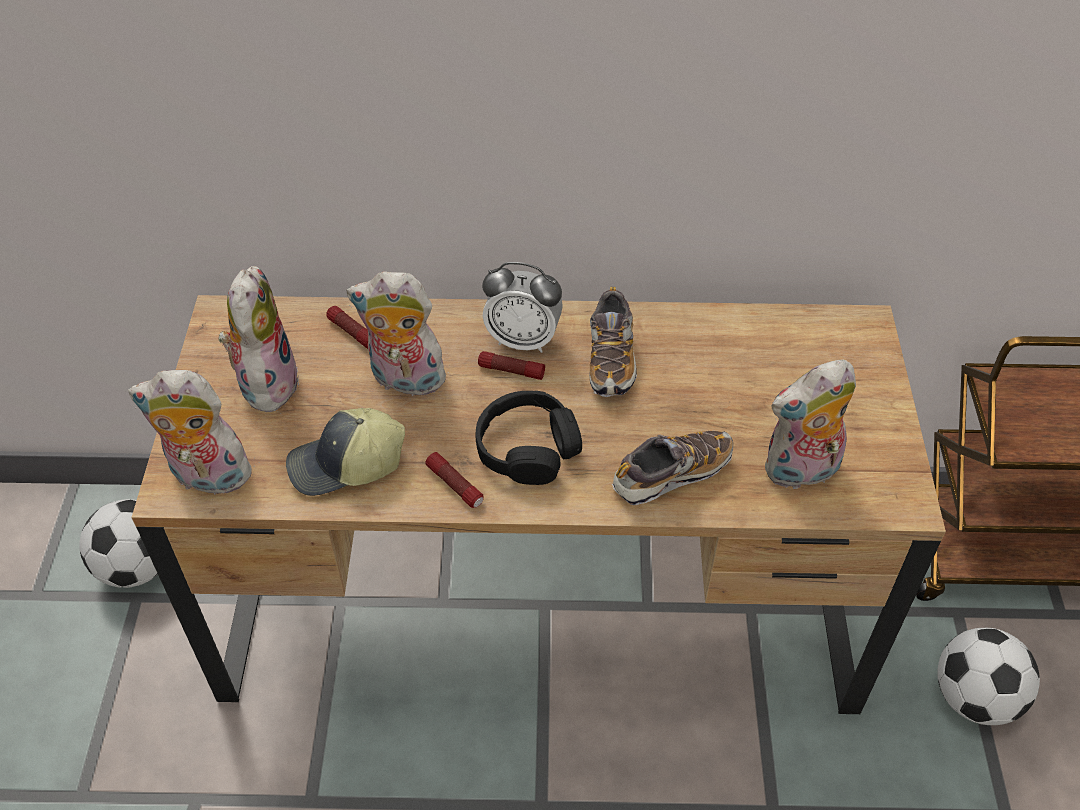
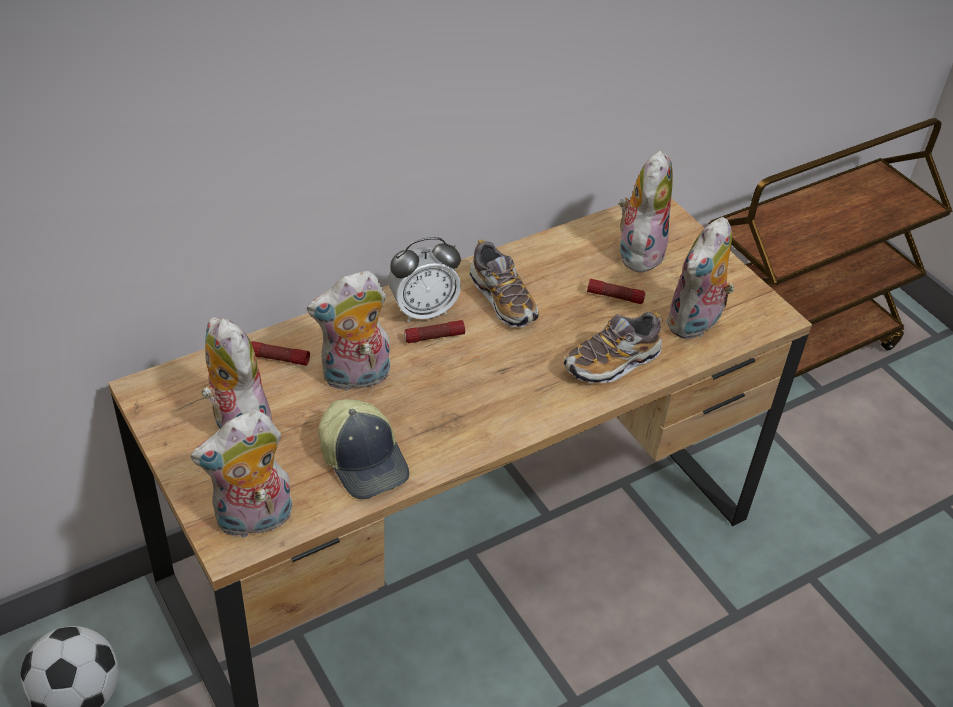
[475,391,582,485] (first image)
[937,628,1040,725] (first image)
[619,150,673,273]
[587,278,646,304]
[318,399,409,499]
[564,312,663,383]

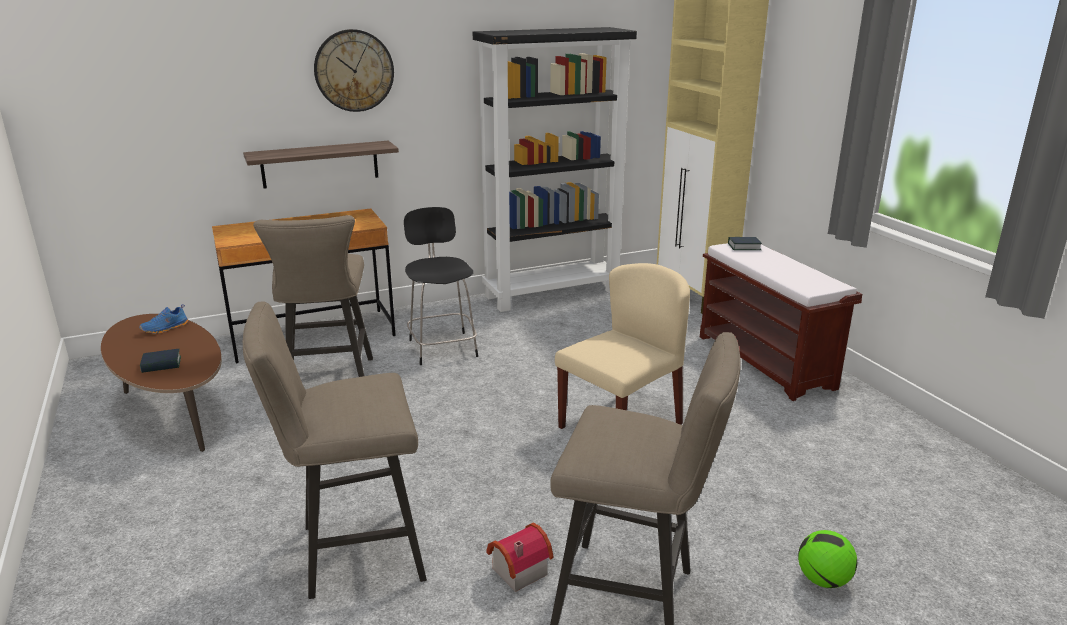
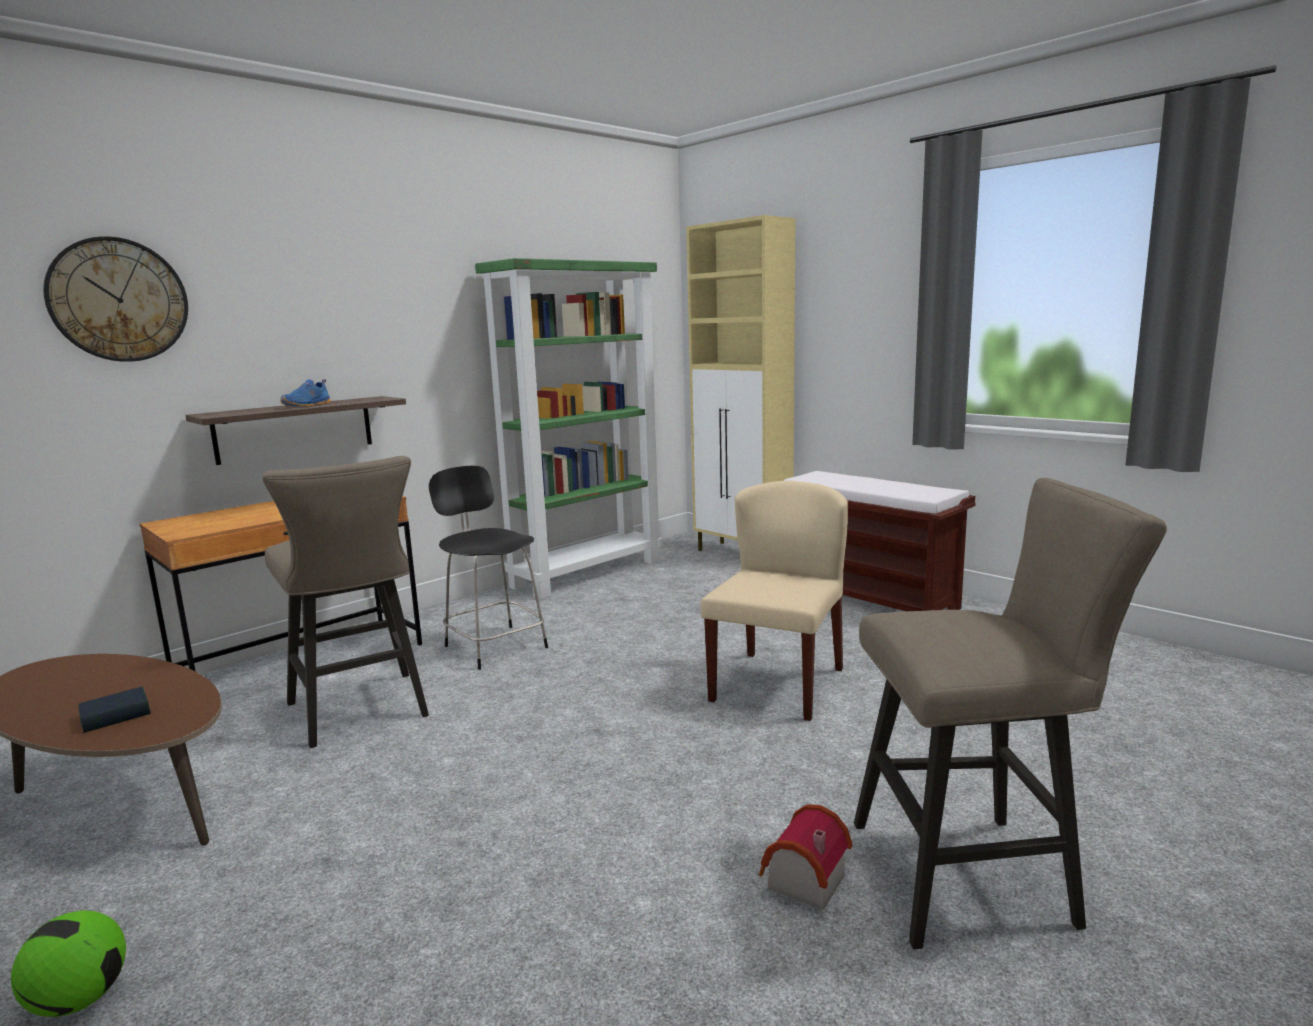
[243,302,427,599] (first image)
[728,237,762,250] (first image)
[281,379,331,406]
[43,236,188,362]
[11,911,126,1017]
[475,258,663,600]

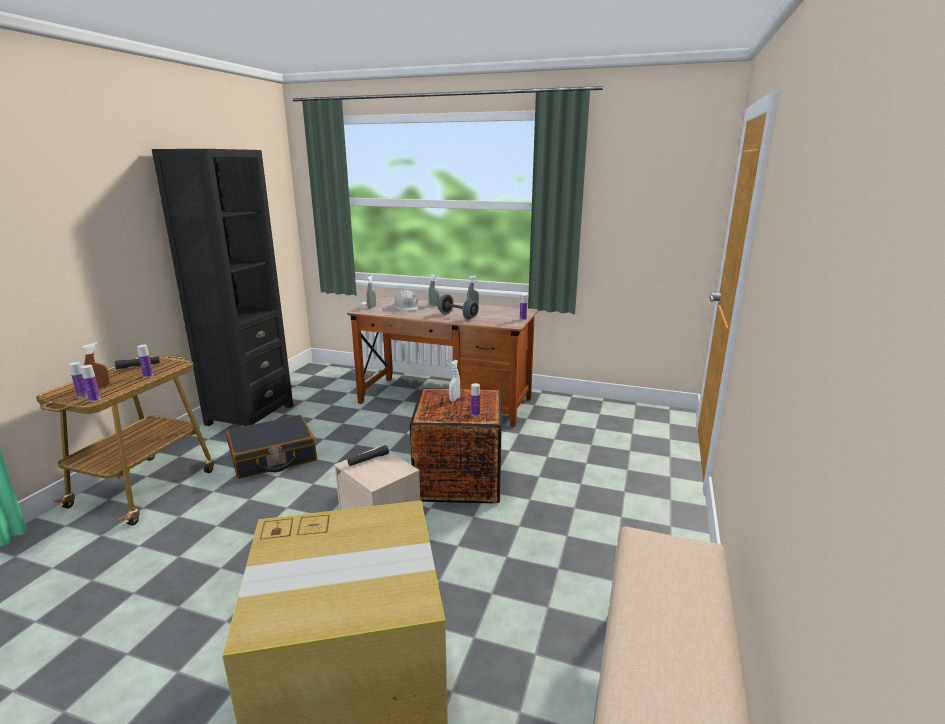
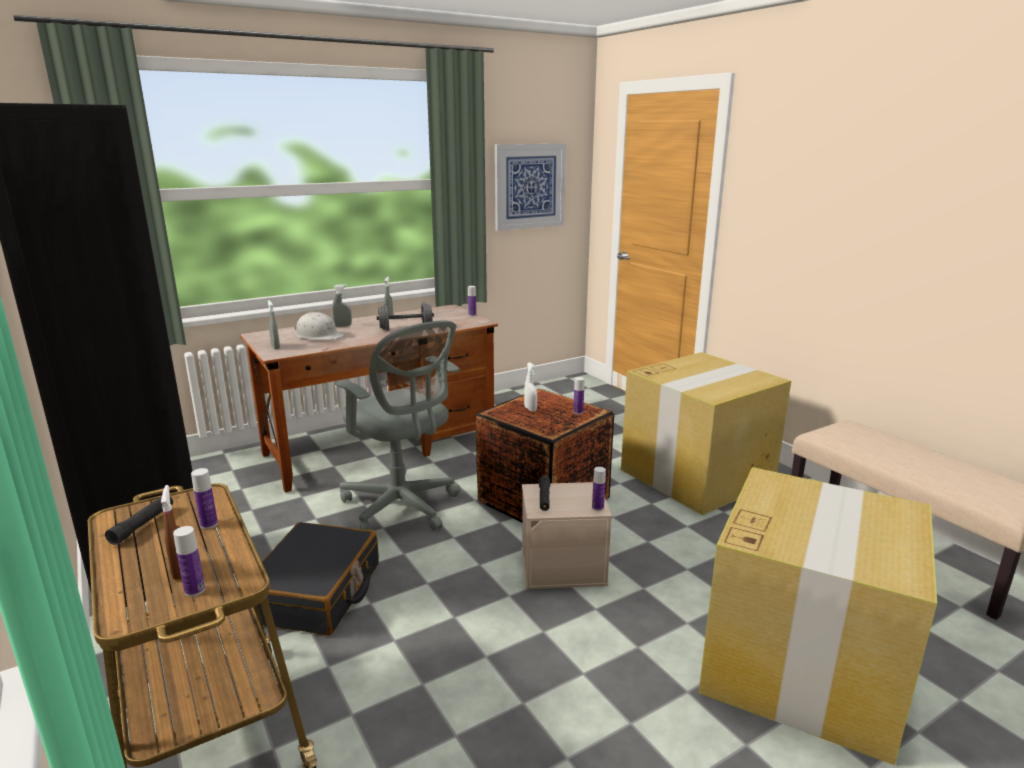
[334,320,461,531]
[495,144,566,231]
[621,352,791,515]
[592,467,606,511]

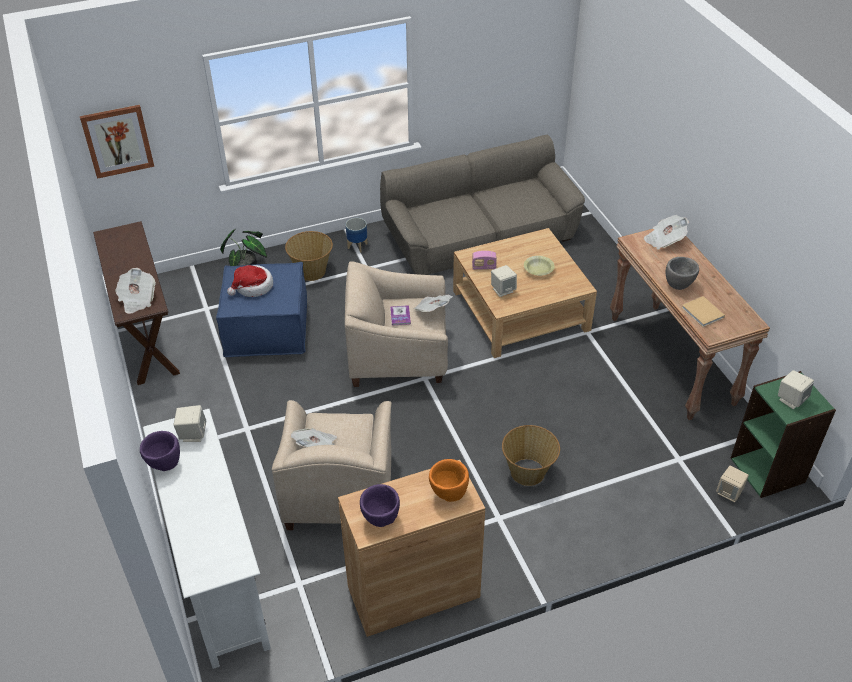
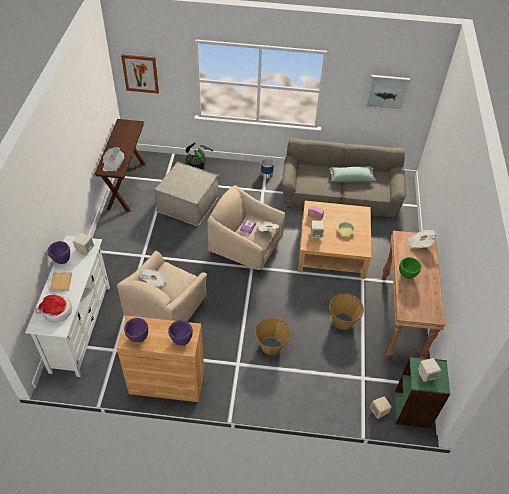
[329,166,376,182]
[365,75,410,111]
[35,295,72,323]
[329,294,364,330]
[50,272,72,291]
[154,162,219,226]
[168,320,193,346]
[399,257,422,279]

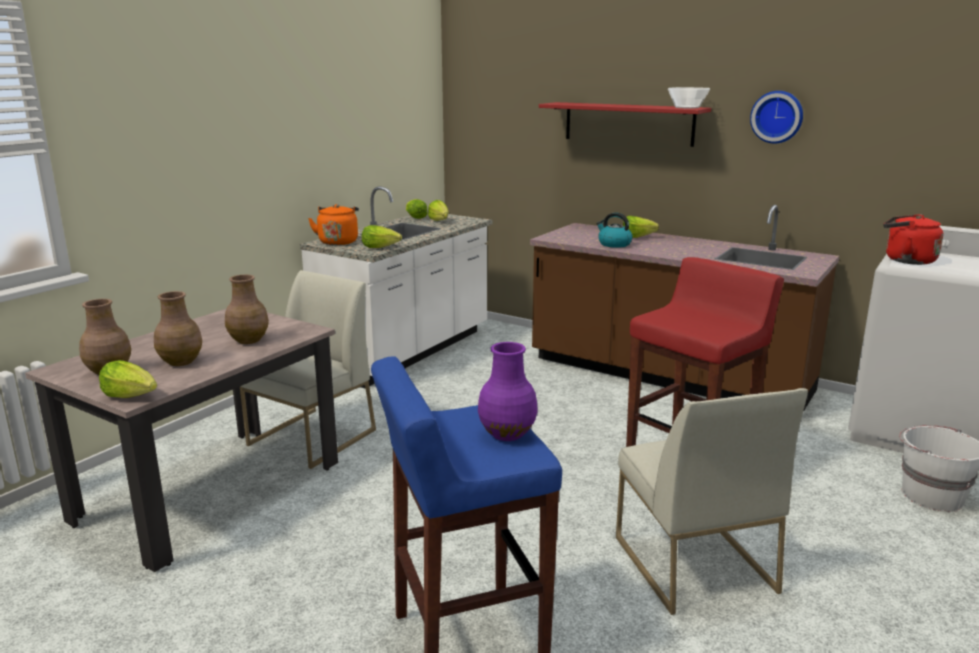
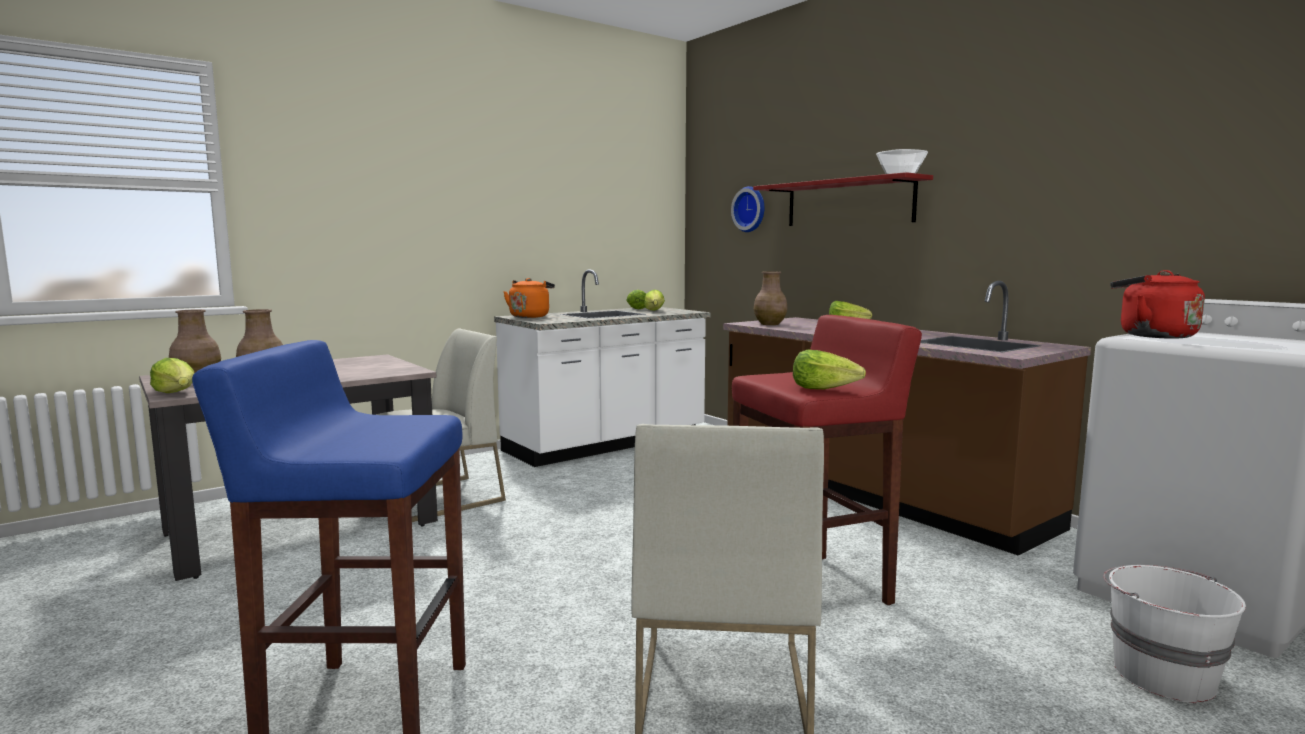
[478,342,538,441] (first image)
[596,212,633,248] (first image)
[754,271,788,325]
[793,350,866,389]
[731,186,764,232]

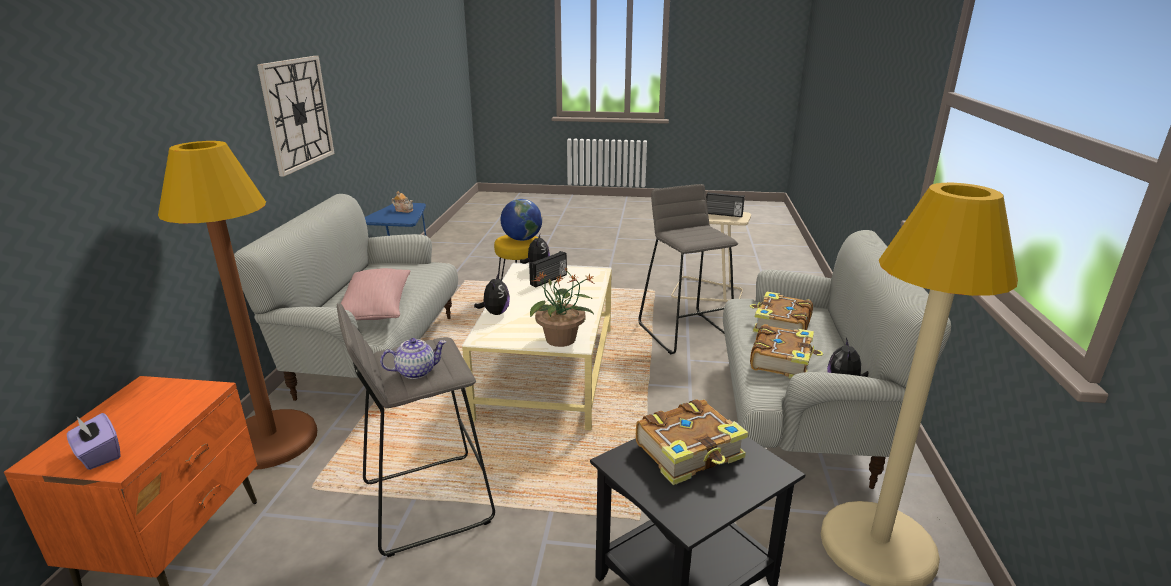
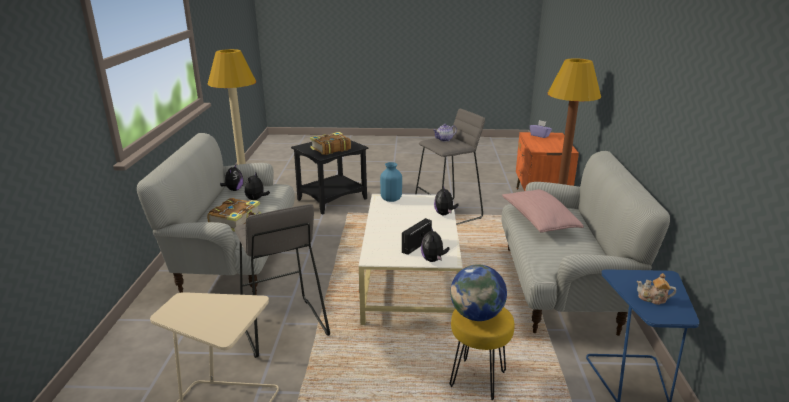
[257,56,335,176] (first image)
[706,192,745,217] (first image)
[380,162,402,202]
[245,173,270,200]

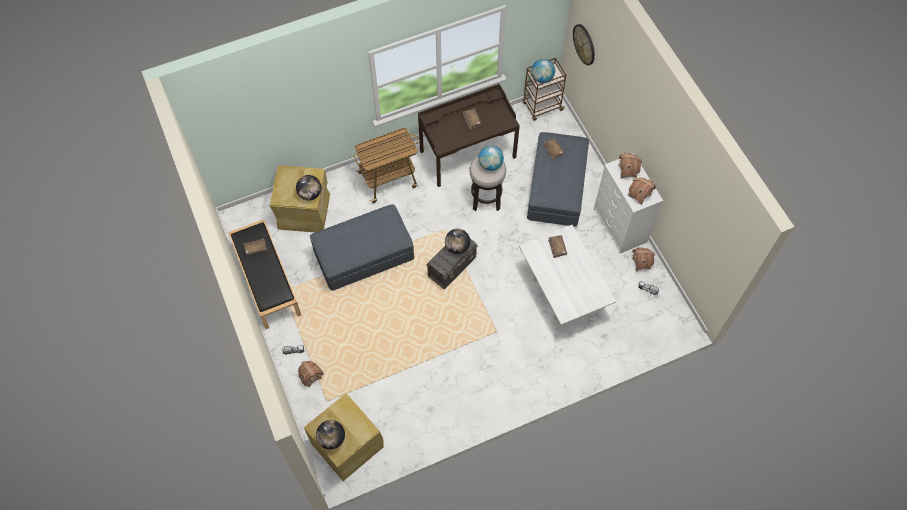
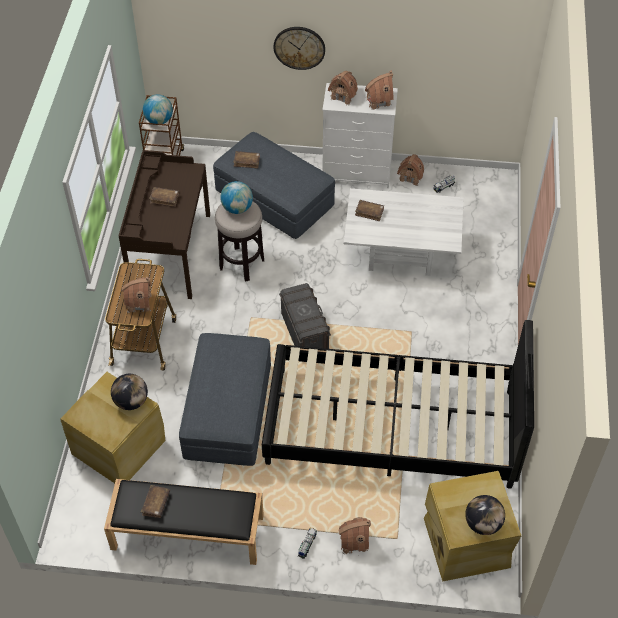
[445,229,470,254] (first image)
[122,277,152,313]
[262,320,534,489]
[273,27,325,70]

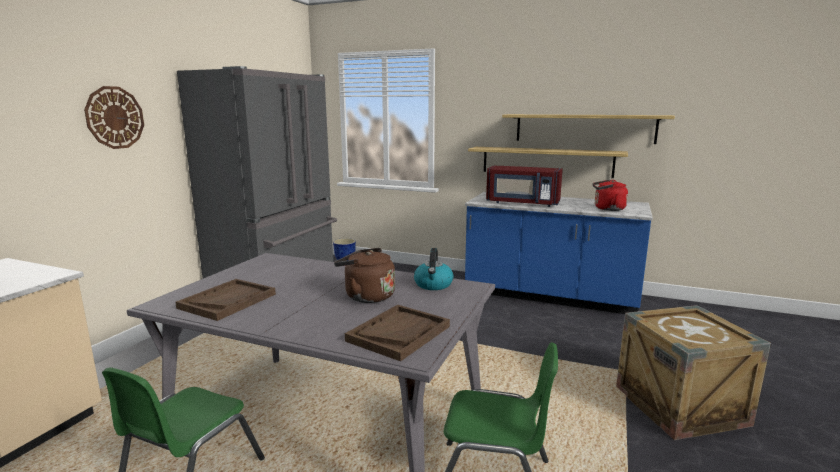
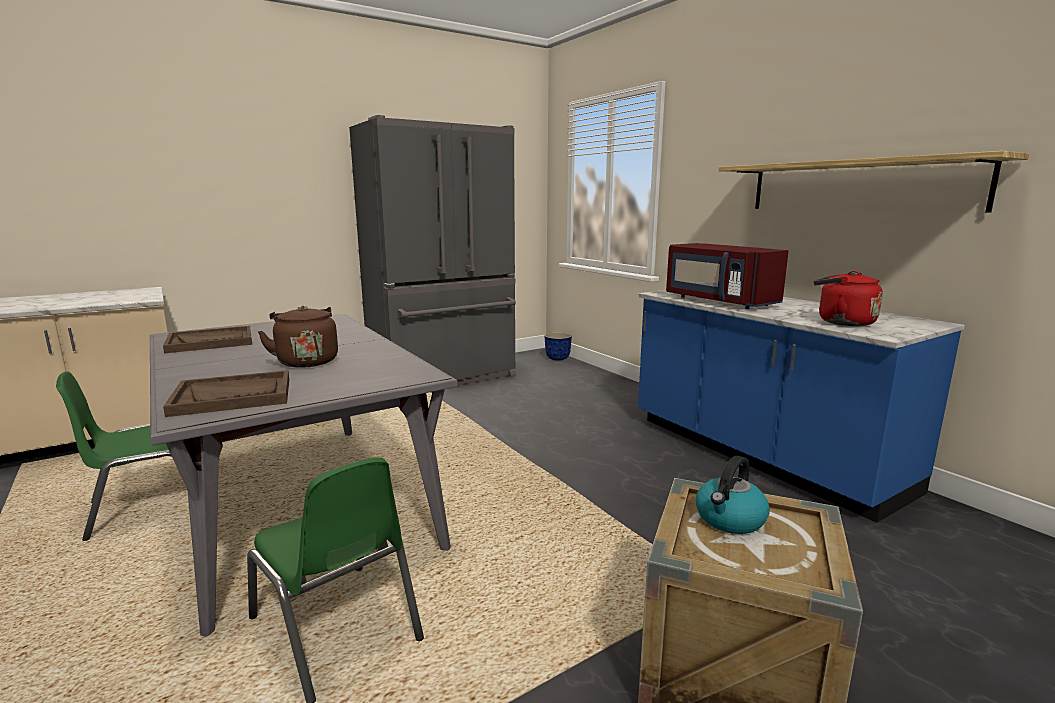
[84,86,144,149] (first image)
[468,147,628,178] (first image)
[696,456,770,534]

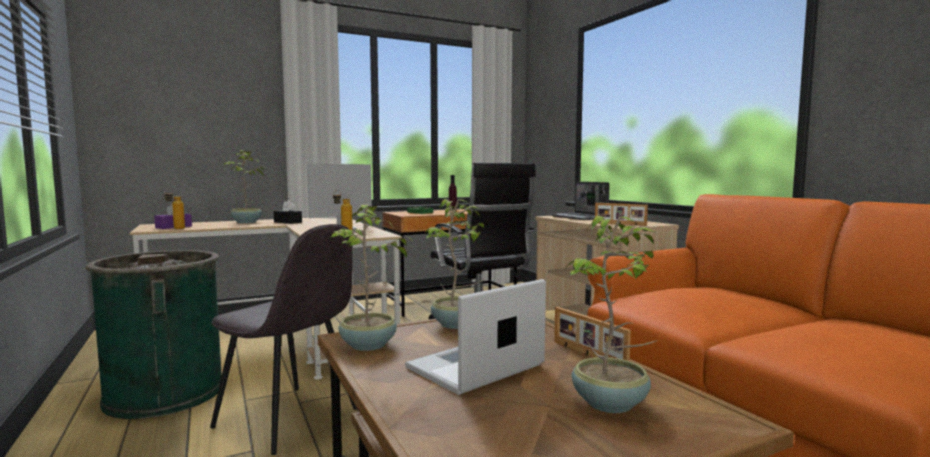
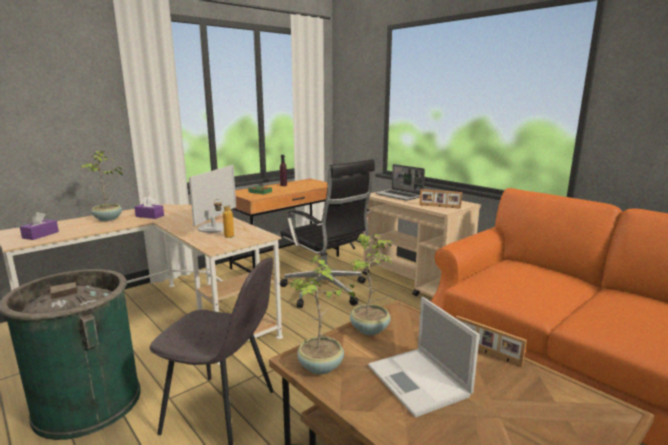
[164,189,185,229] (first image)
[567,215,657,413] (first image)
[134,196,164,219]
[368,297,480,418]

